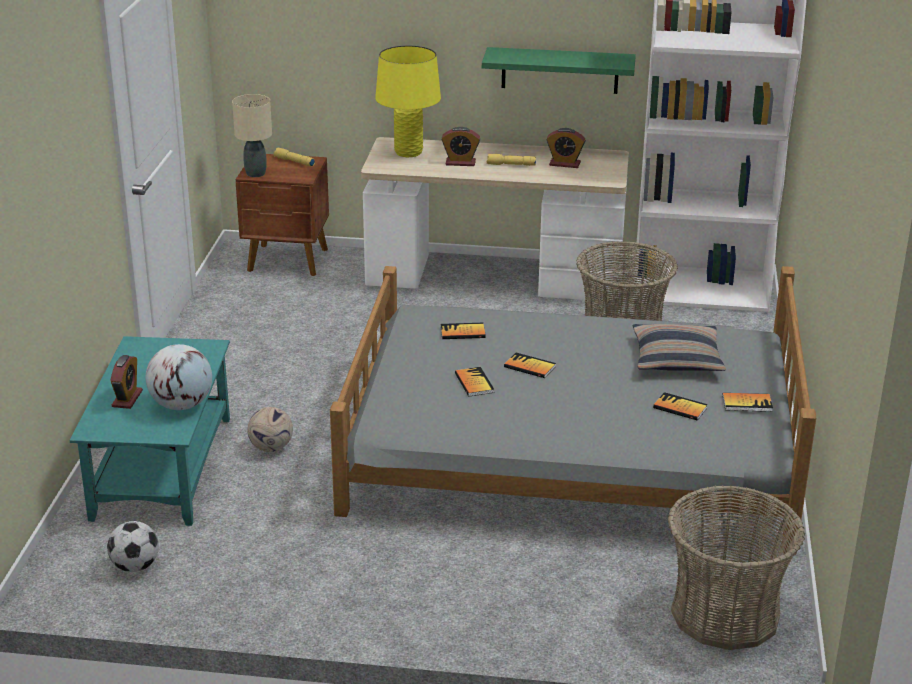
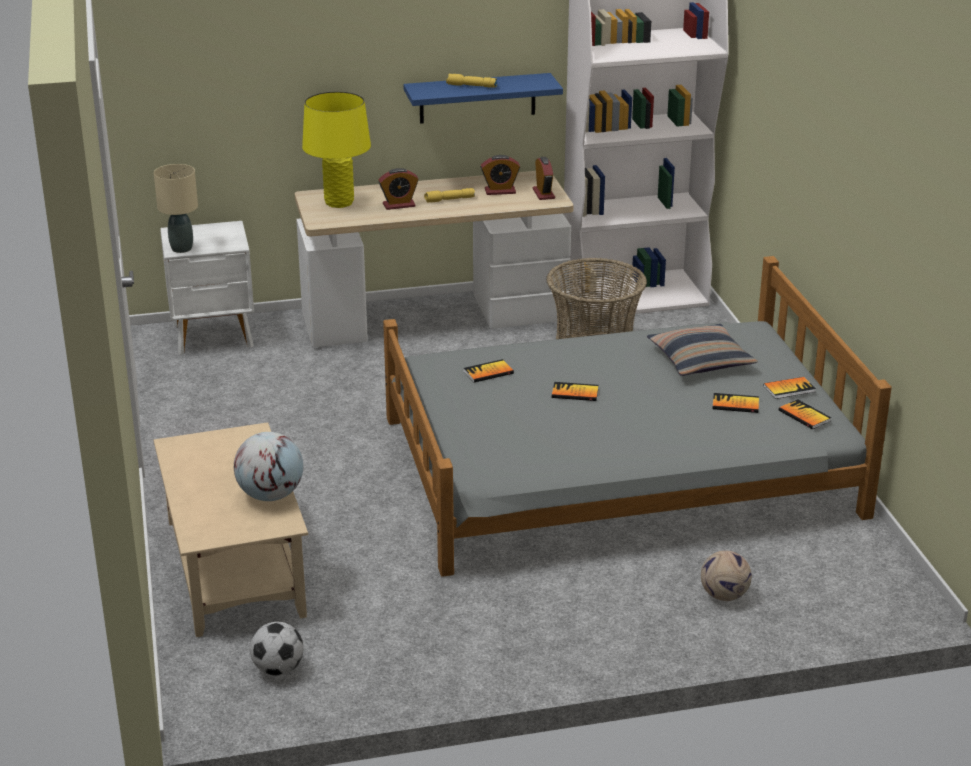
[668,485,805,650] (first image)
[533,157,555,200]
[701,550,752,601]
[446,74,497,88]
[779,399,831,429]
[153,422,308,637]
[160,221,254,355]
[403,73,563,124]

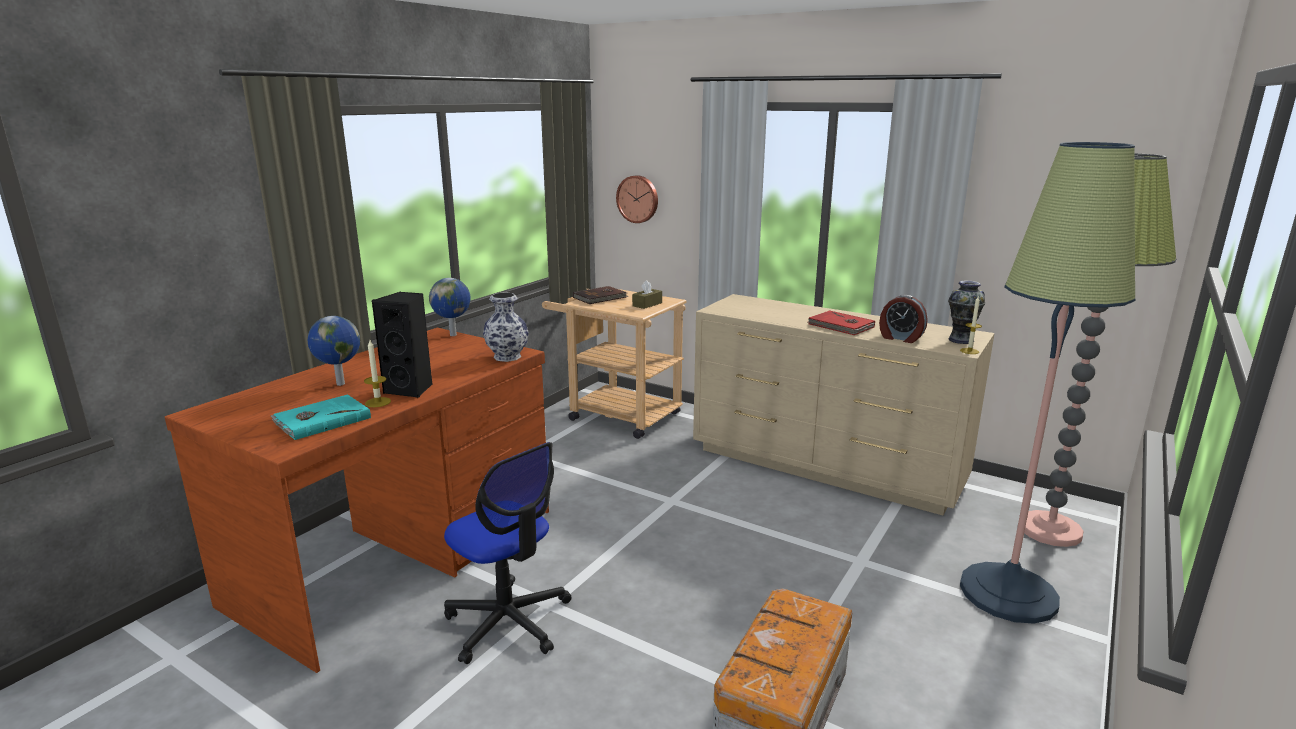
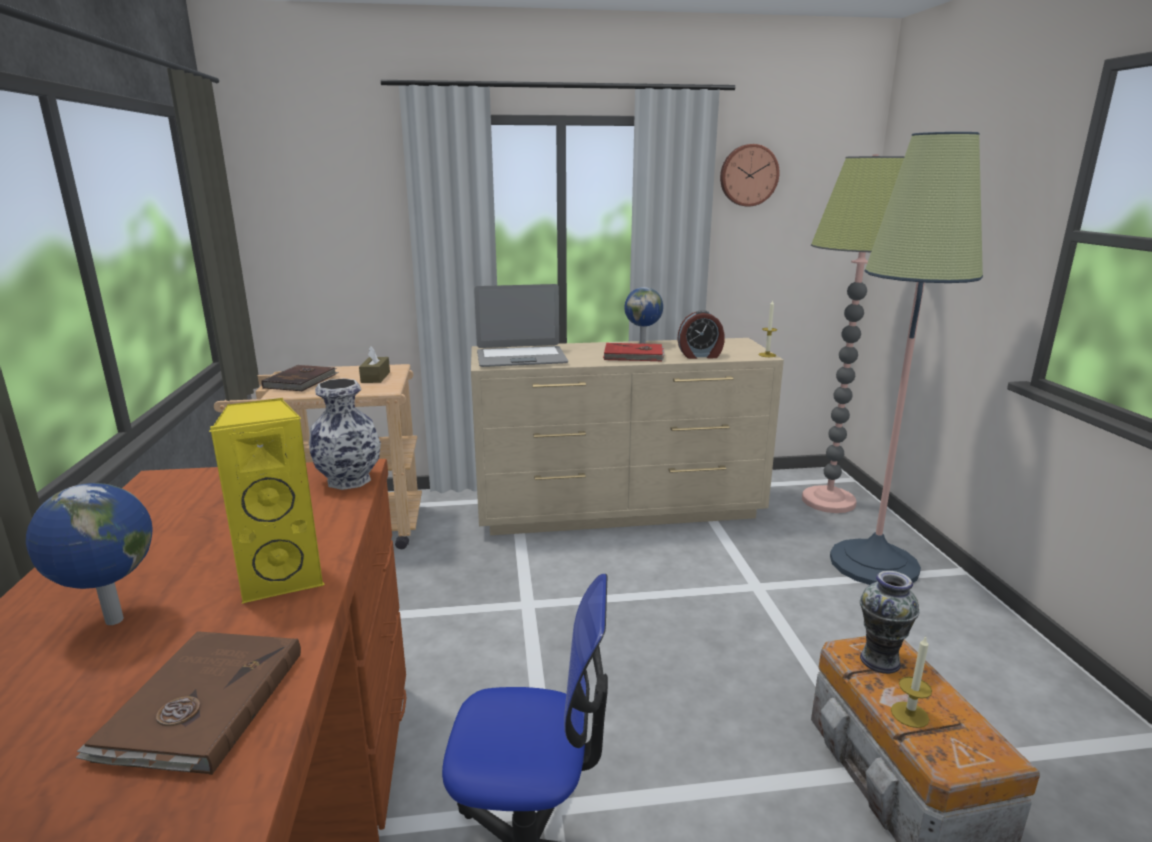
[474,284,568,367]
[891,636,932,728]
[624,287,663,344]
[720,144,780,207]
[860,571,919,674]
[76,631,301,775]
[209,398,325,603]

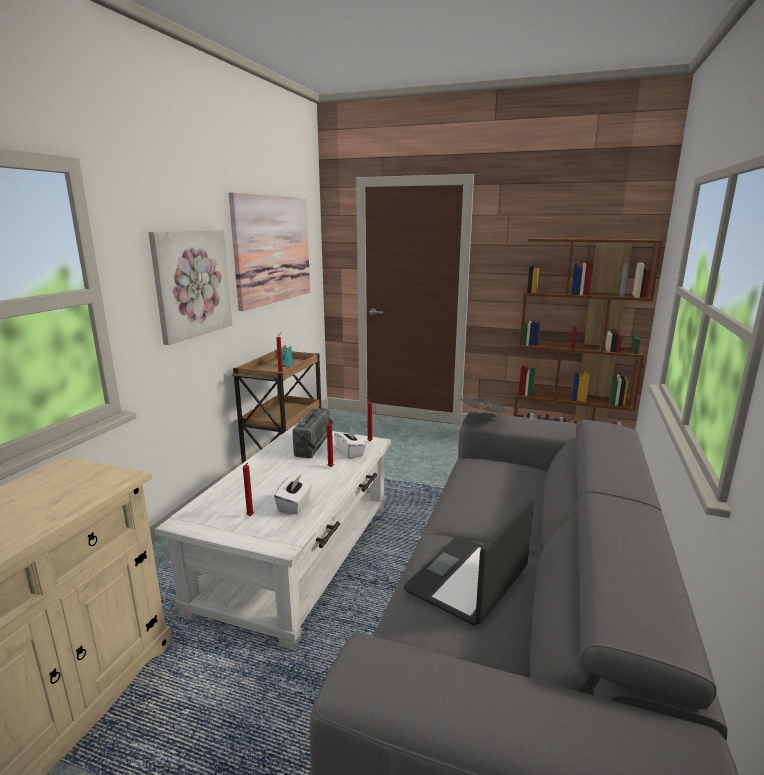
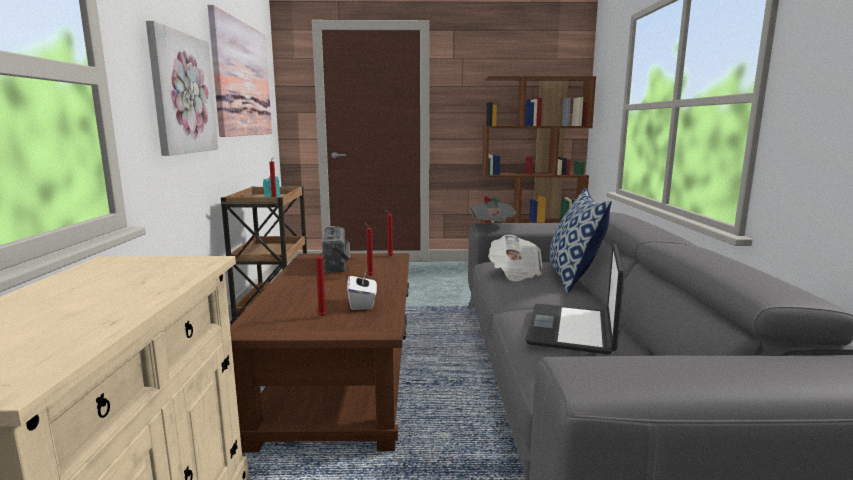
[334,426,366,459] (first image)
[488,235,542,281]
[550,188,611,293]
[230,253,409,452]

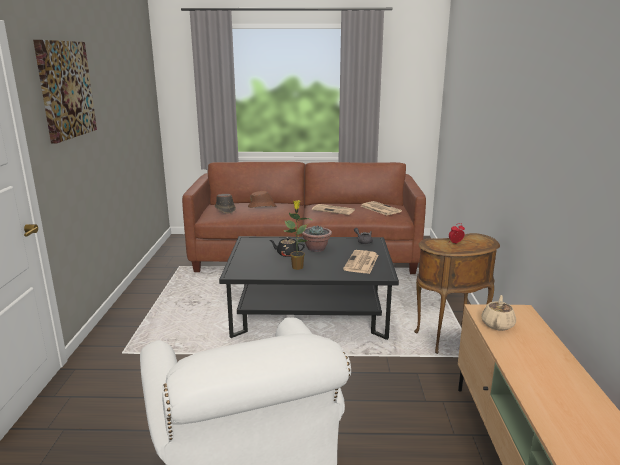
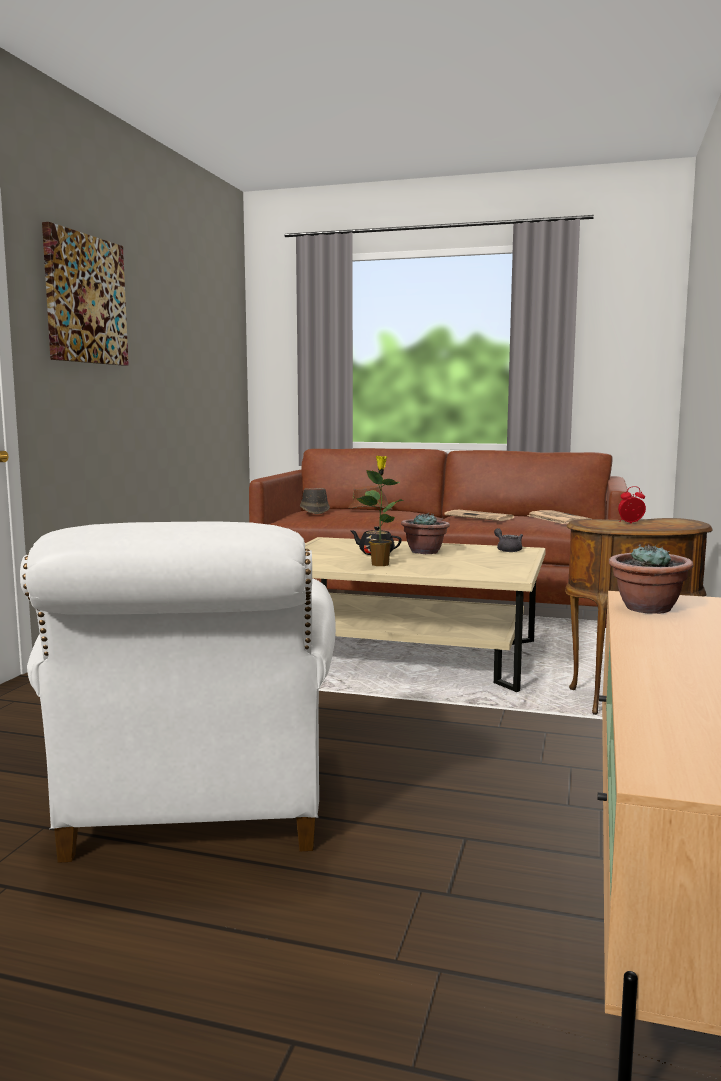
[343,250,379,274] (first image)
[609,545,694,614]
[305,537,546,692]

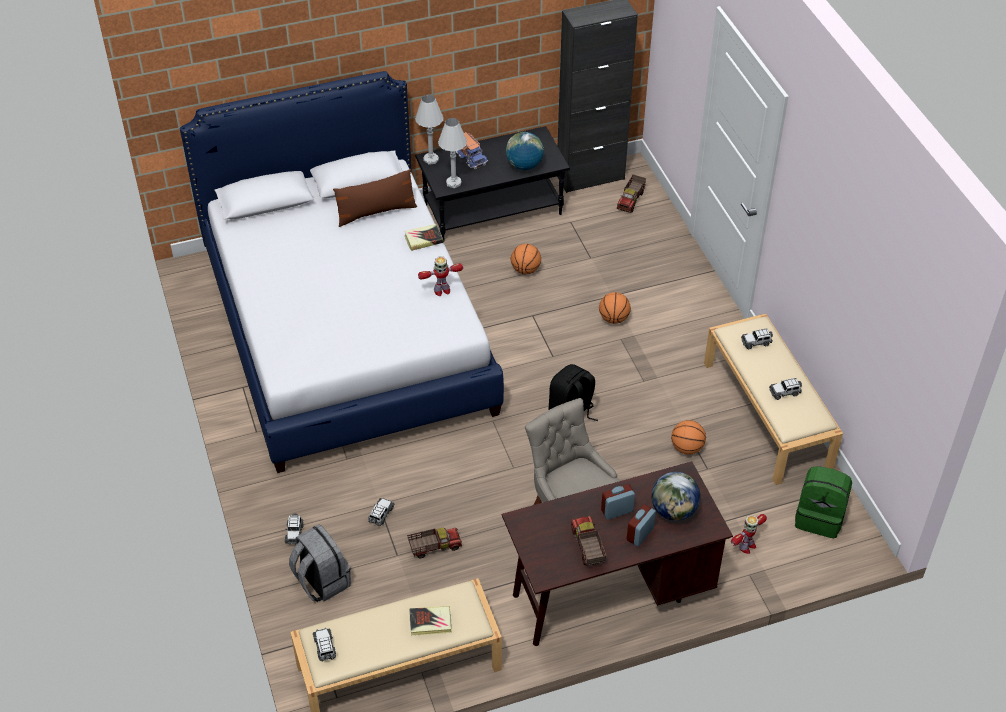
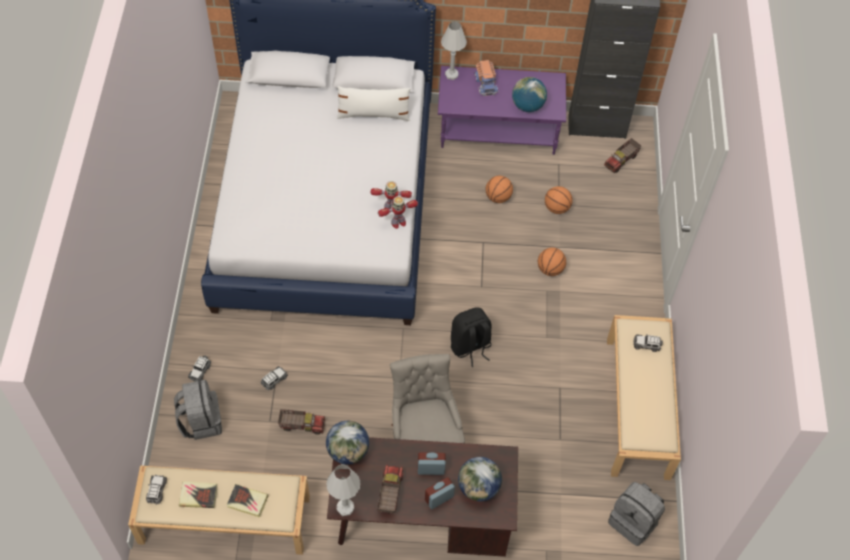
[769,378,802,400] (first image)
[326,421,369,465]
[179,481,217,508]
[326,464,360,516]
[545,186,573,214]
[378,196,418,229]
[337,86,411,121]
[438,66,566,155]
[608,482,665,546]

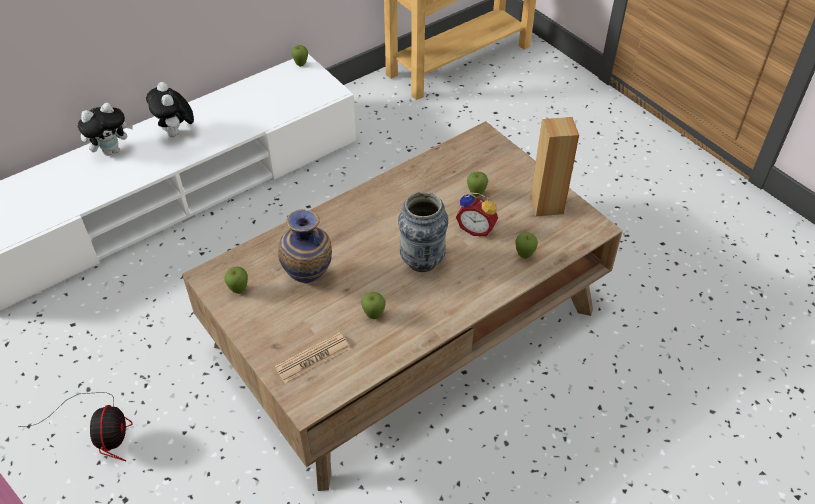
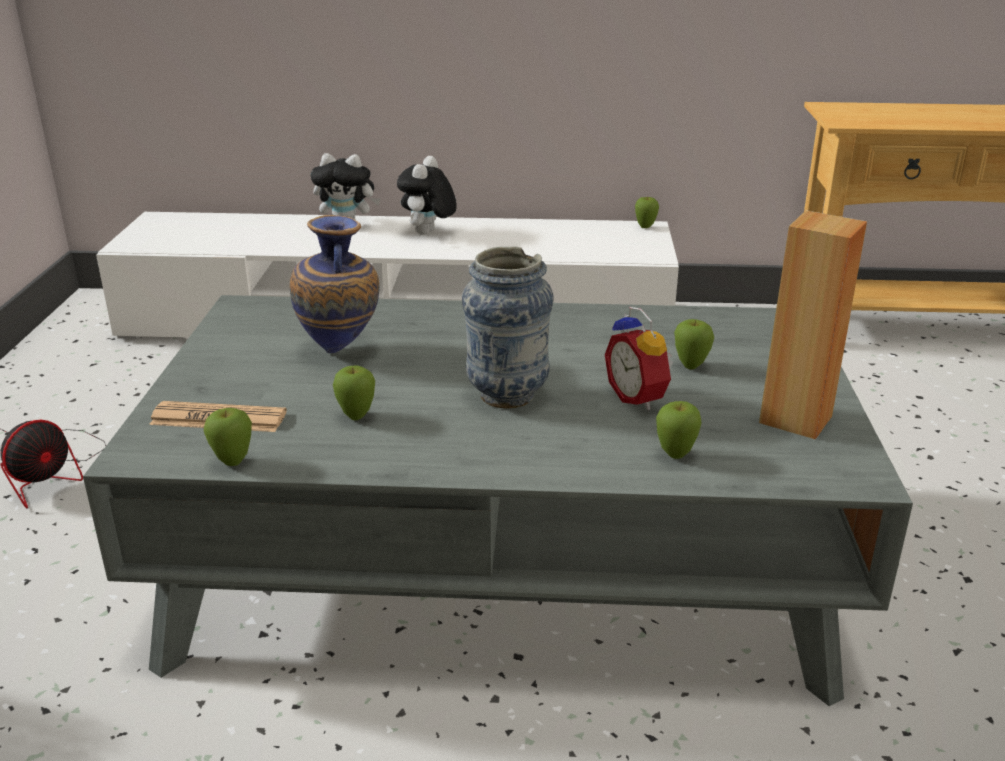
[204,408,252,466]
[83,295,913,706]

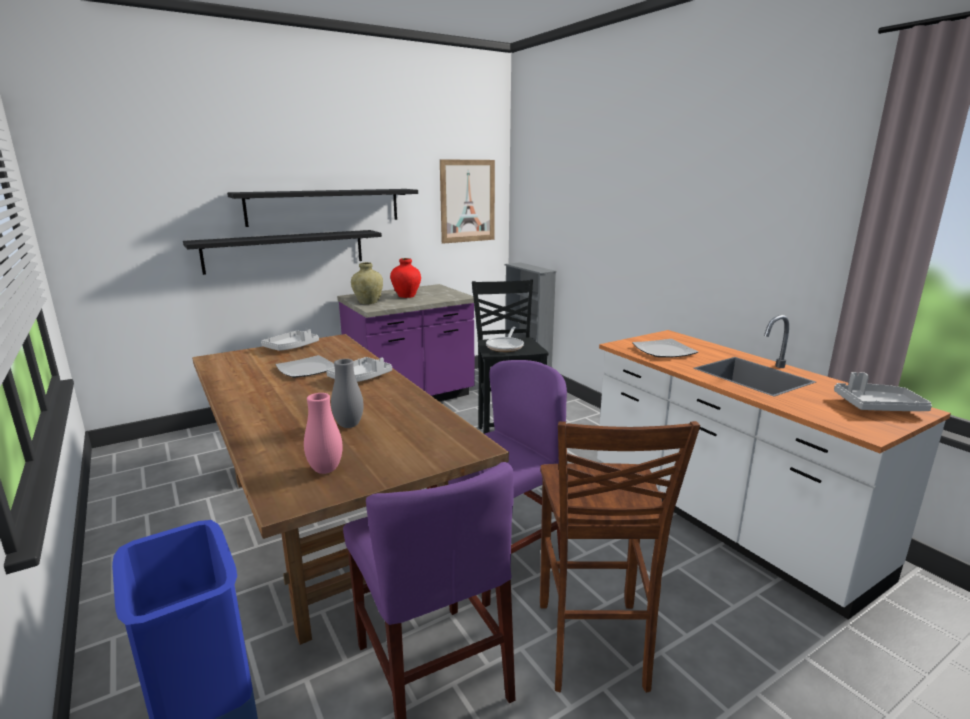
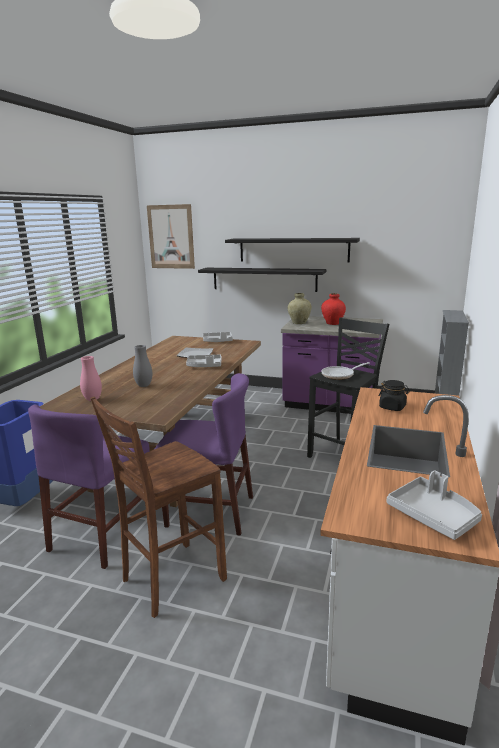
[147,204,195,269]
[379,380,410,411]

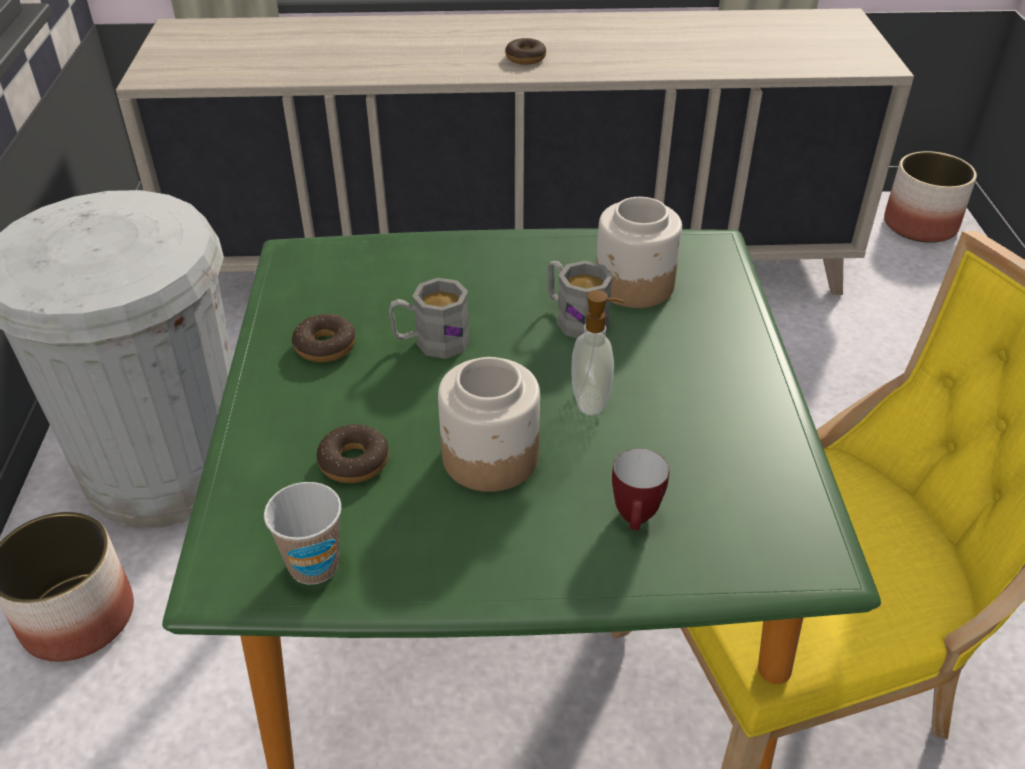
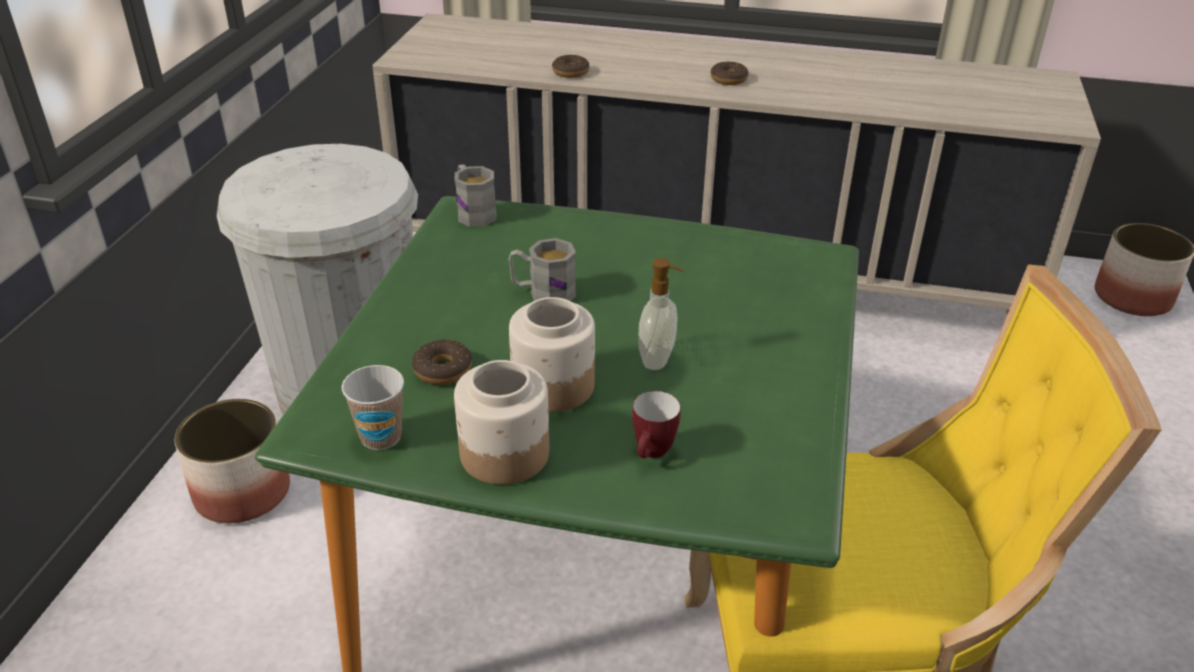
[552,55,589,78]
[455,165,497,227]
[454,360,549,485]

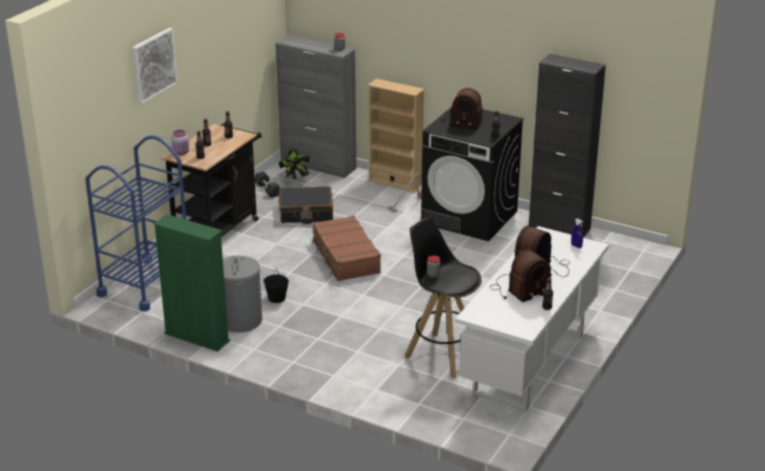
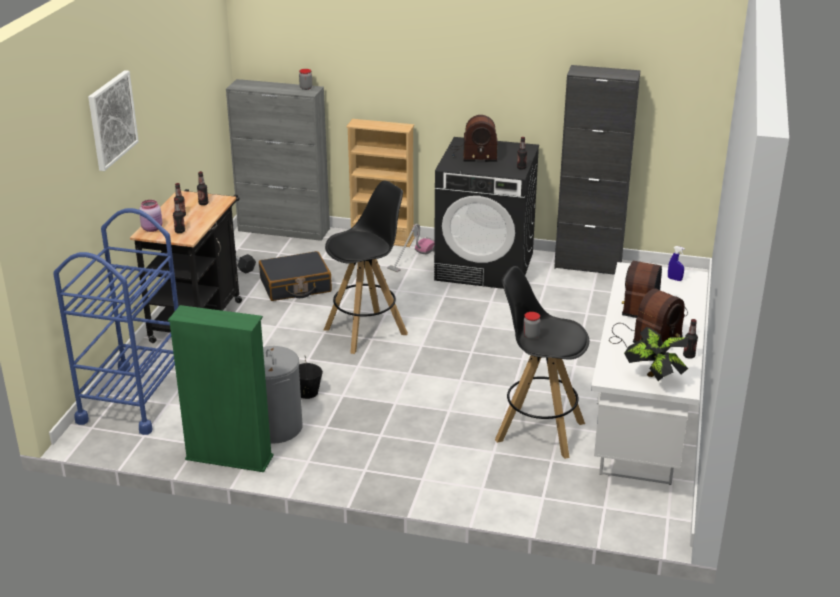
[624,327,689,381]
[324,181,408,354]

